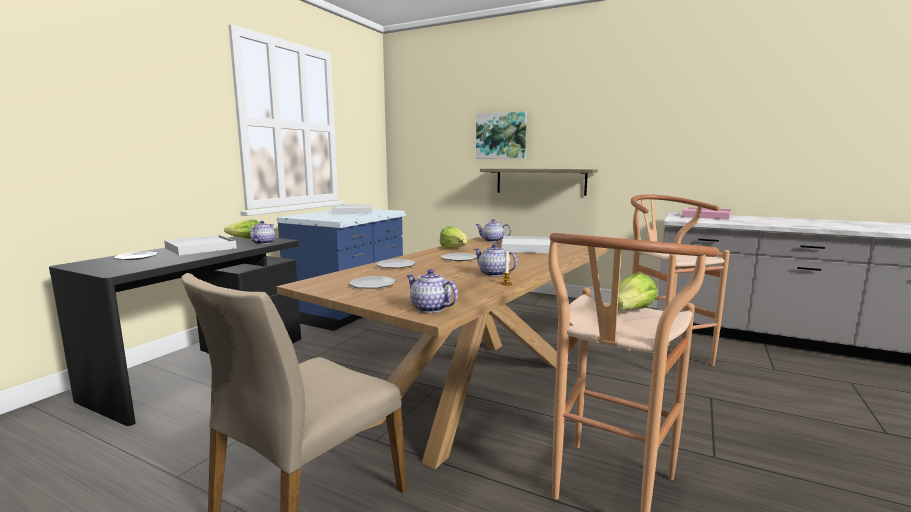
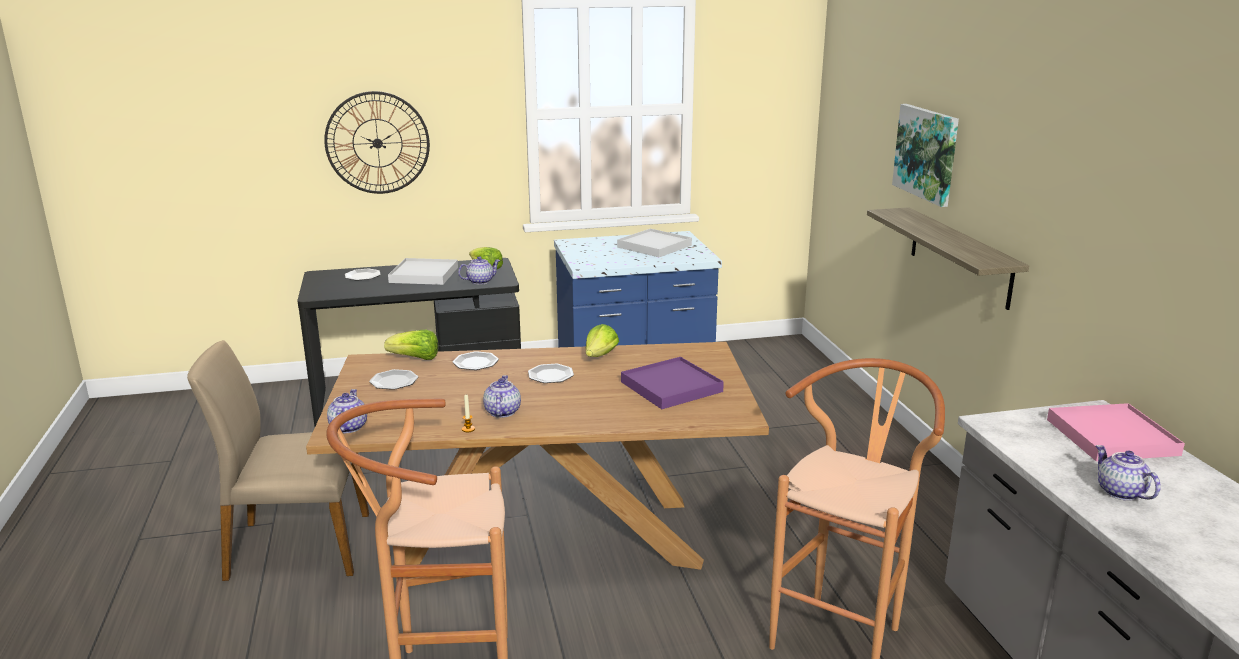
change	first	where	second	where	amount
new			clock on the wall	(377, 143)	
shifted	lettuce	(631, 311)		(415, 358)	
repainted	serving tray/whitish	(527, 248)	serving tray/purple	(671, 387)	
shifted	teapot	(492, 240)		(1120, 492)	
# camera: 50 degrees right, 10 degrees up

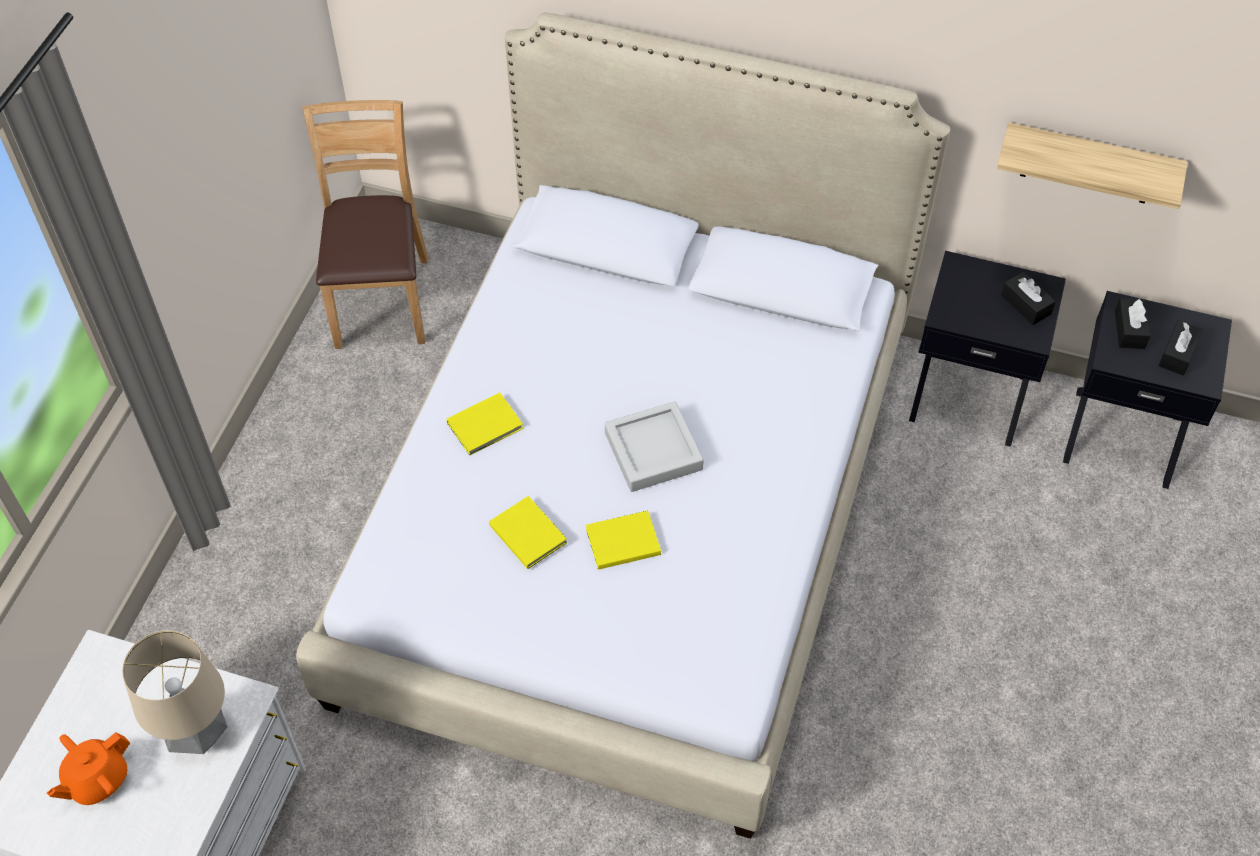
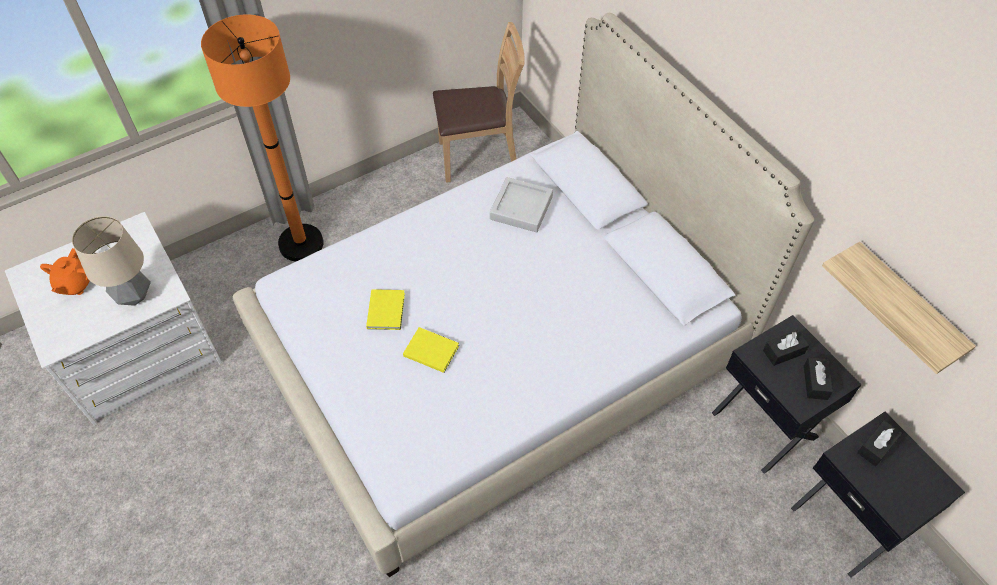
change	first	where	second	where	amount
rotated	teapot/orange	(97, 780)		(75, 284)	75 degrees counterclockwise
new			standard lamp/orange	(301, 244)	
rotated	upright chair/brown-coloured	(381, 301)		(479, 157)	45 degrees clockwise
shifted	serving tray/grey	(653, 451)		(521, 208)	
shifted	tissue box/blackish	(1177, 354)		(783, 352)	
gone	bound book/yellow	(487, 425)			
# camera: 40 degrees right, 0 degrees up

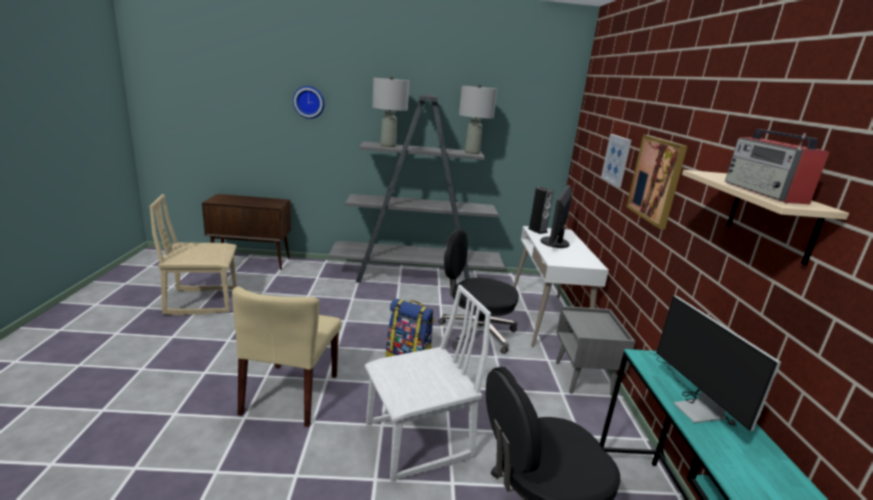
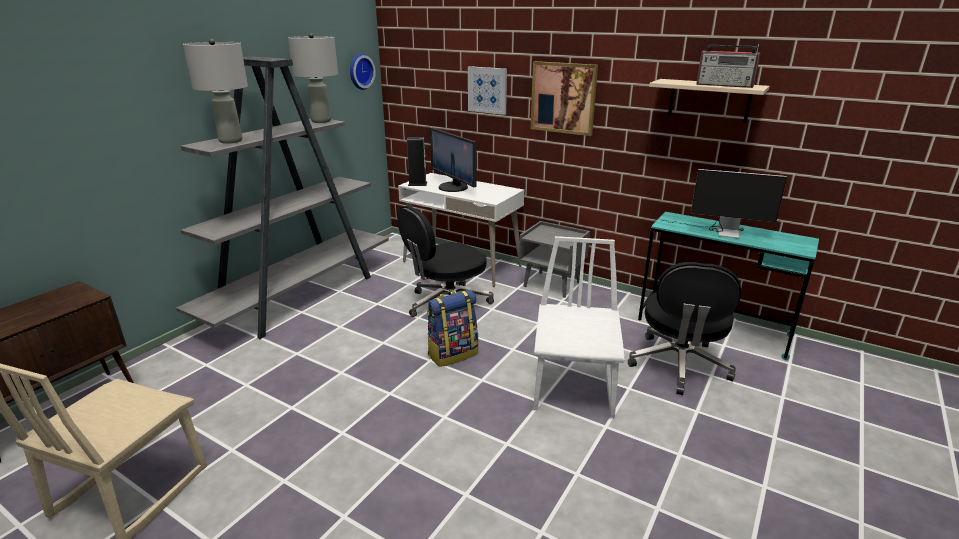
change	first	where	second	where	amount
shifted	clock on the wall	(309, 102)		(360, 71)	
gone	upright chair/beige-coloured	(290, 394)			
# camera: 55 degrees left, 5 degrees up

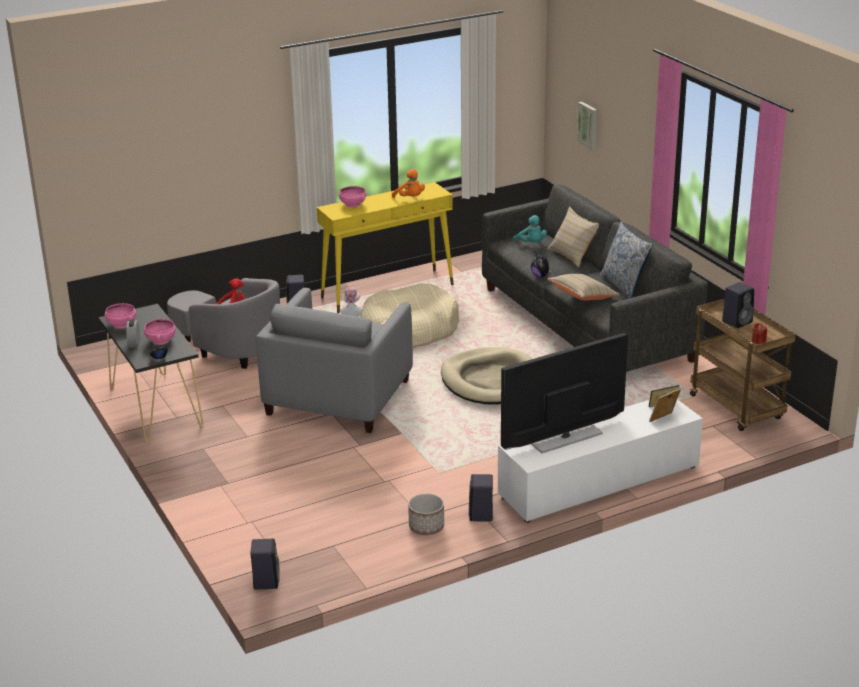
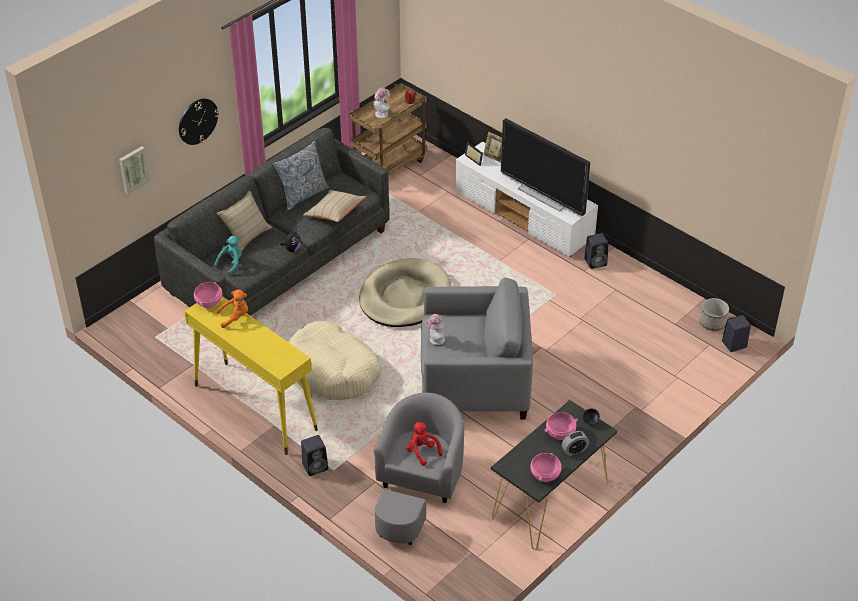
change	first	where	second	where	amount
new			clock on the wall	(197, 121)	
shifted	deep dish/pink	(352, 204)		(209, 302)	
rotated	soft toy/orange	(410, 198)		(235, 317)	45 degrees clockwise
swapped	audio speaker/blackish	(737, 321)	clothing hat	(382, 113)	
shifted	plant pot	(426, 527)		(712, 323)	
# camera: 110 degrees left, 15 degrees up

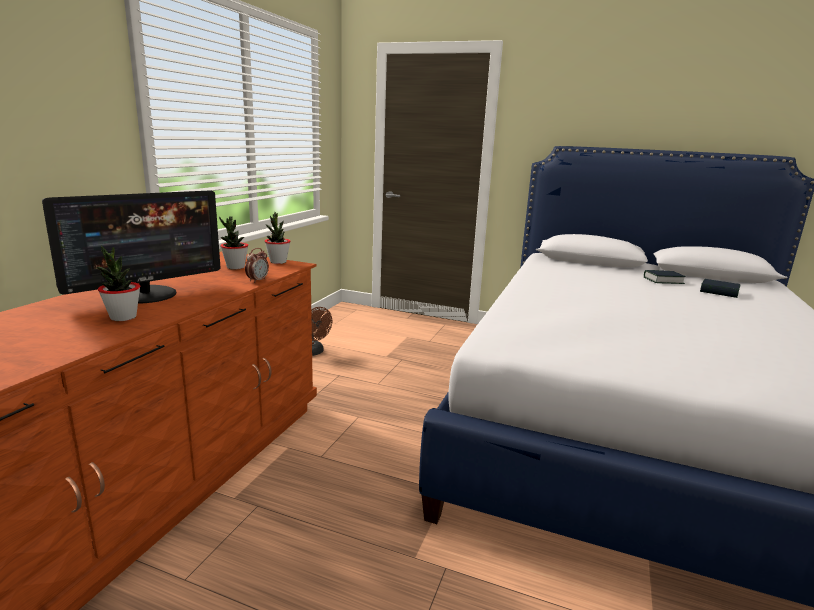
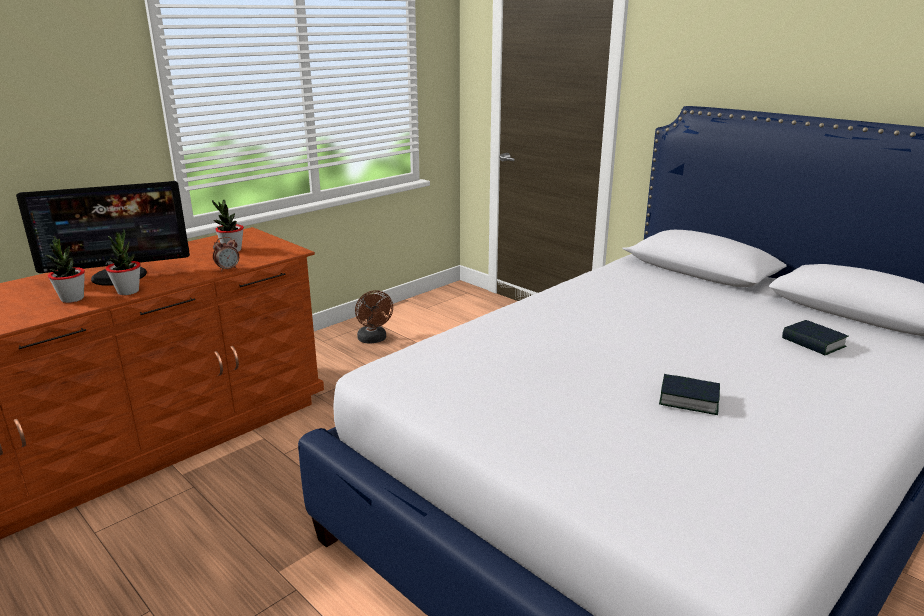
change	first	where	second	where	amount
shifted	potted plant	(278, 262)		(128, 291)	
shifted	bound book	(663, 280)		(688, 400)	
# camera: 25 degrees right, 5 degrees up

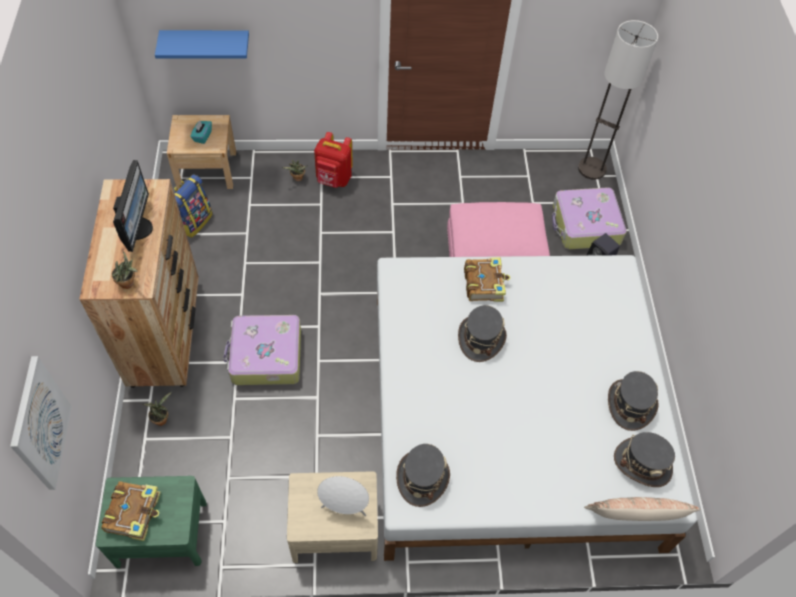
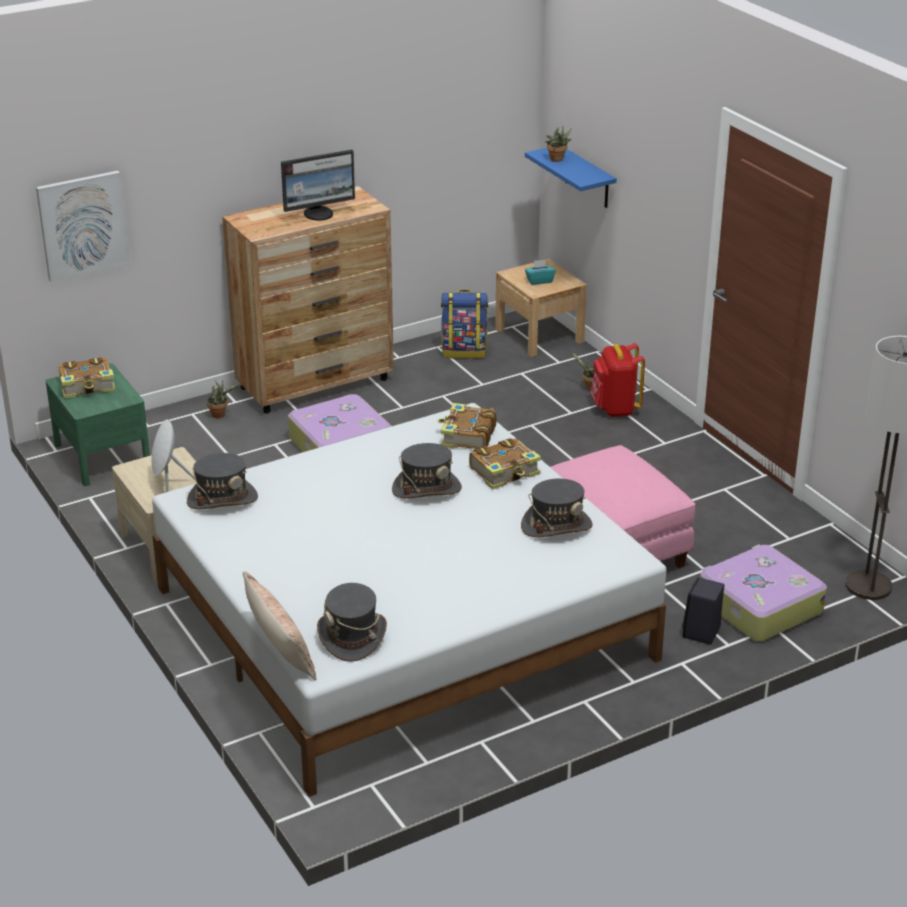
change	first	where	second	where	amount
new			bound book	(467, 436)	
shifted	clothing hat/grey	(629, 404)		(556, 526)	
shifted	potted plant	(129, 283)		(557, 160)	
# camera: 65 degrees right, 25 degrees down

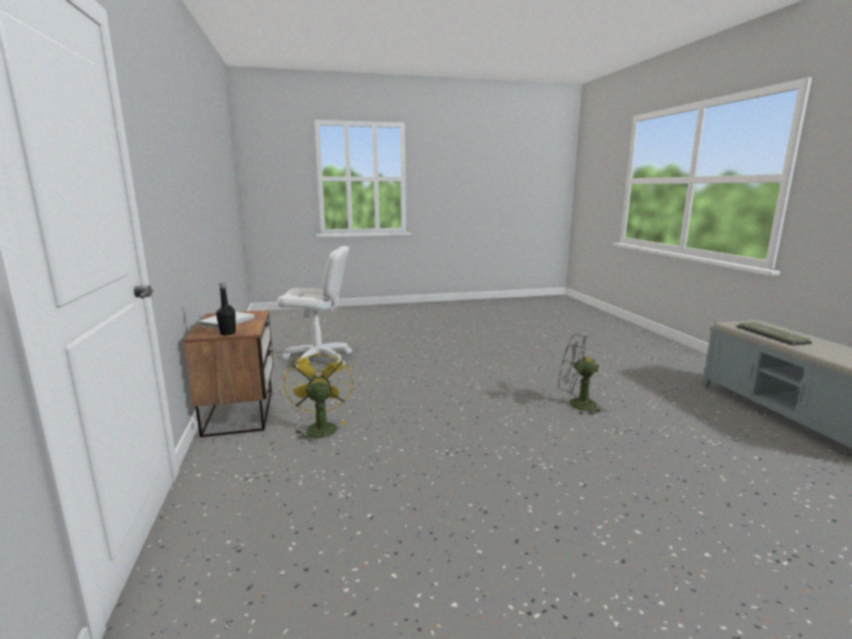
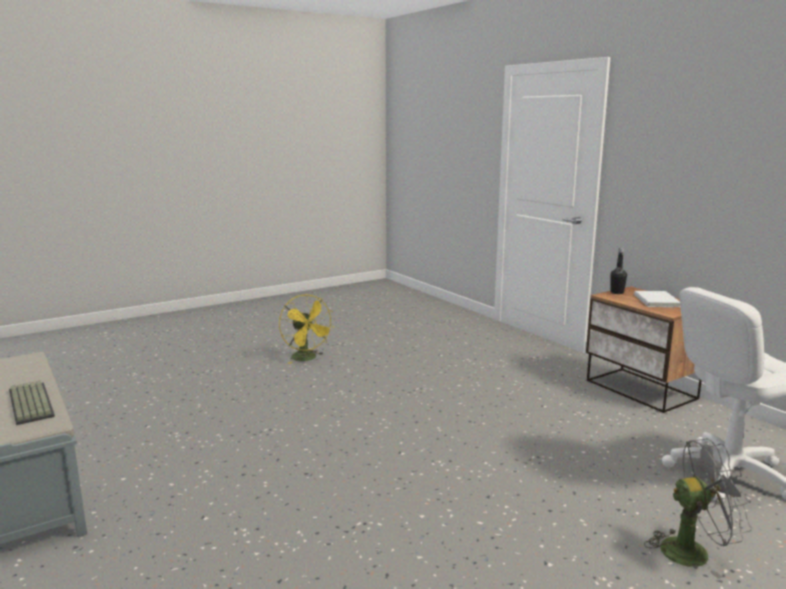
change	first	where	second	where	amount
shifted	fan/yellow	(320, 427)		(307, 358)	
shifted	fan/grey	(576, 404)		(693, 551)	
# camera: 160 degrees right, 0 degrees up

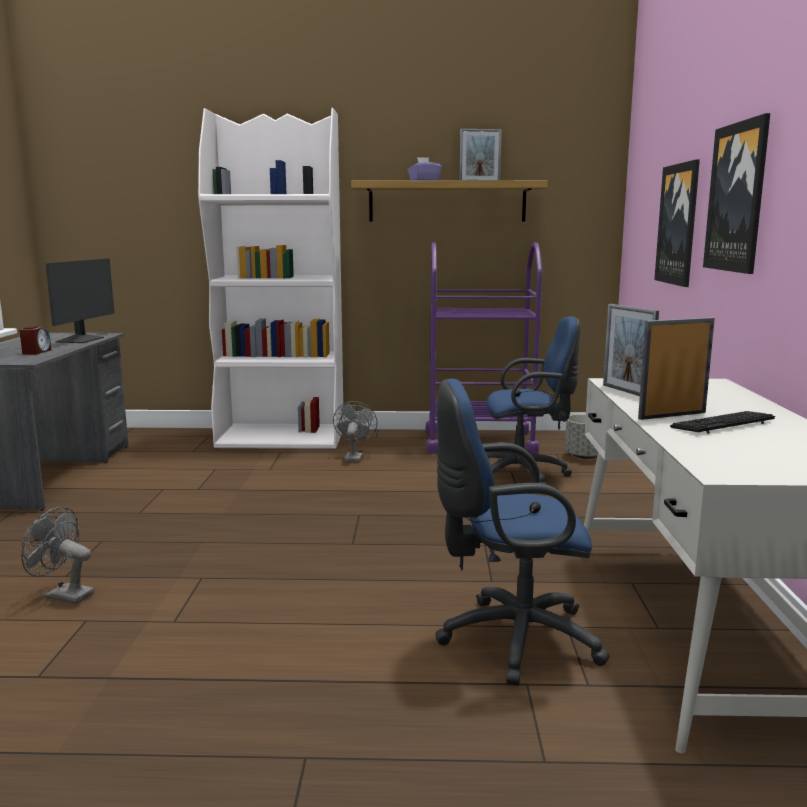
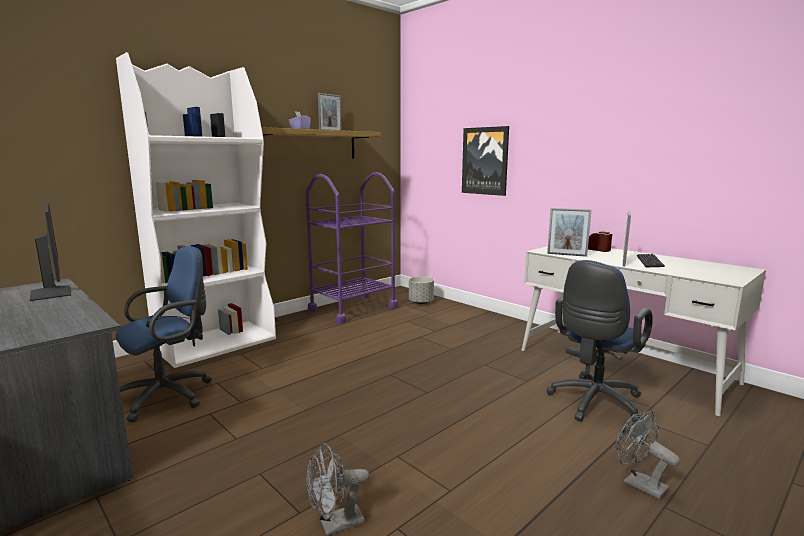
change	first	where	second	where	amount
shifted	computer chair/blue-coloured	(525, 475)		(169, 395)	
shifted	bedside clock	(36, 352)		(599, 250)	
shifted	fan/grey	(354, 457)		(638, 483)	
gone	wall picture	(737, 197)			
# camera: 45 degrees left, 0 degrees up

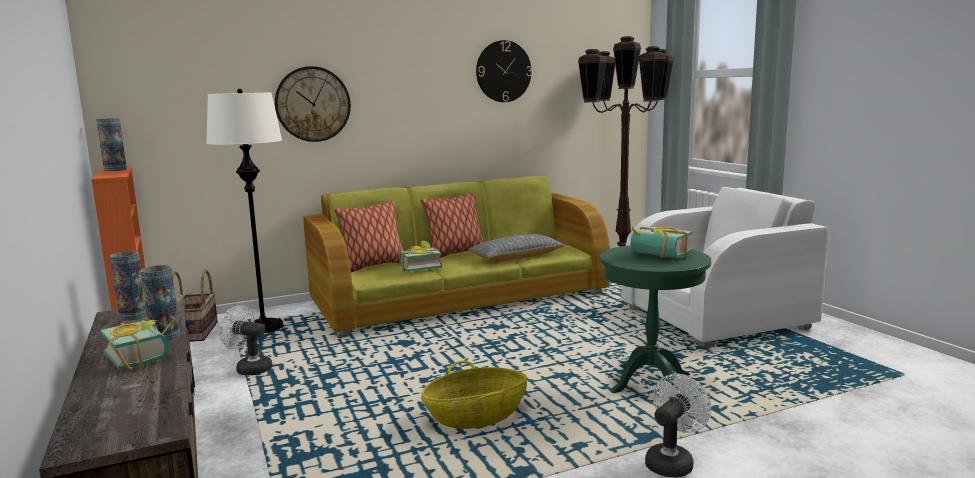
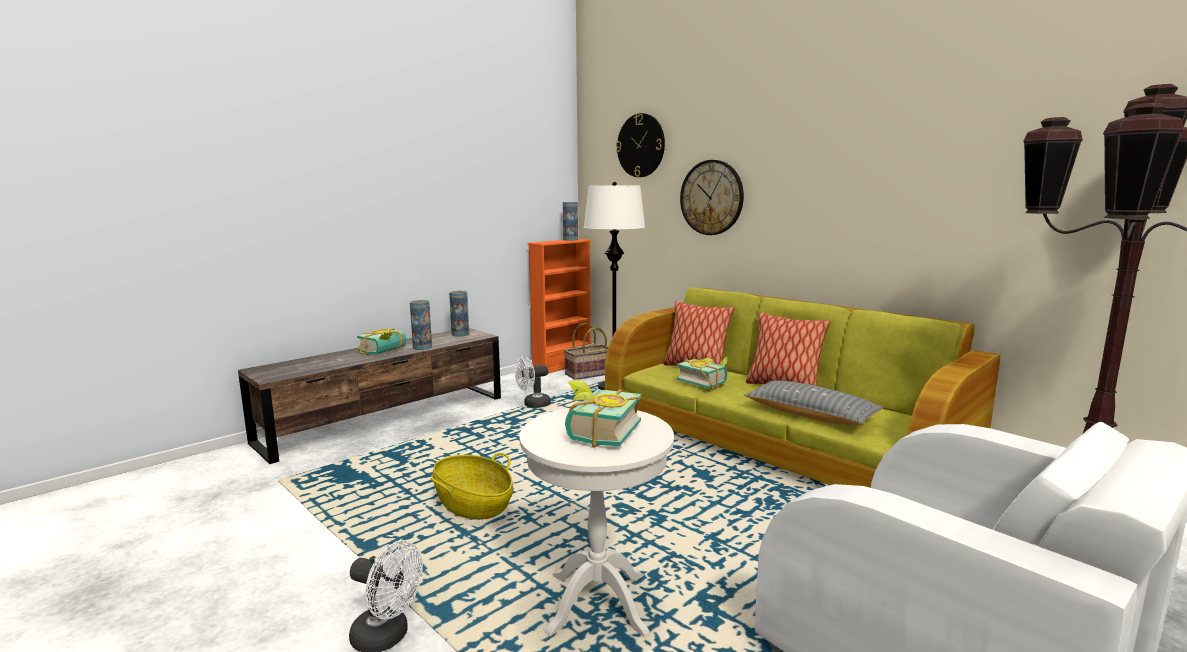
change	first	where	second	where	amount
rotated	fan/whitish	(249, 369)		(533, 405)	120 degrees counterclockwise
repainted	accent table/greenish	(650, 384)	accent table/whitish	(597, 604)	
shifted	clock on the wall	(503, 71)		(641, 145)	
# camera: 70 degrees right, 0 degrees up

